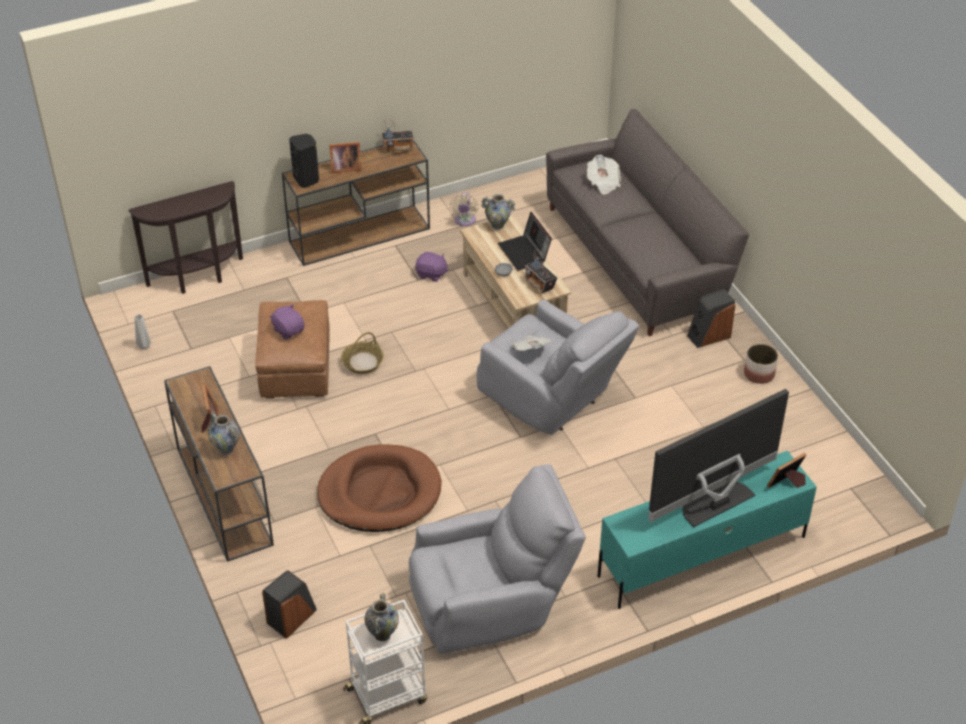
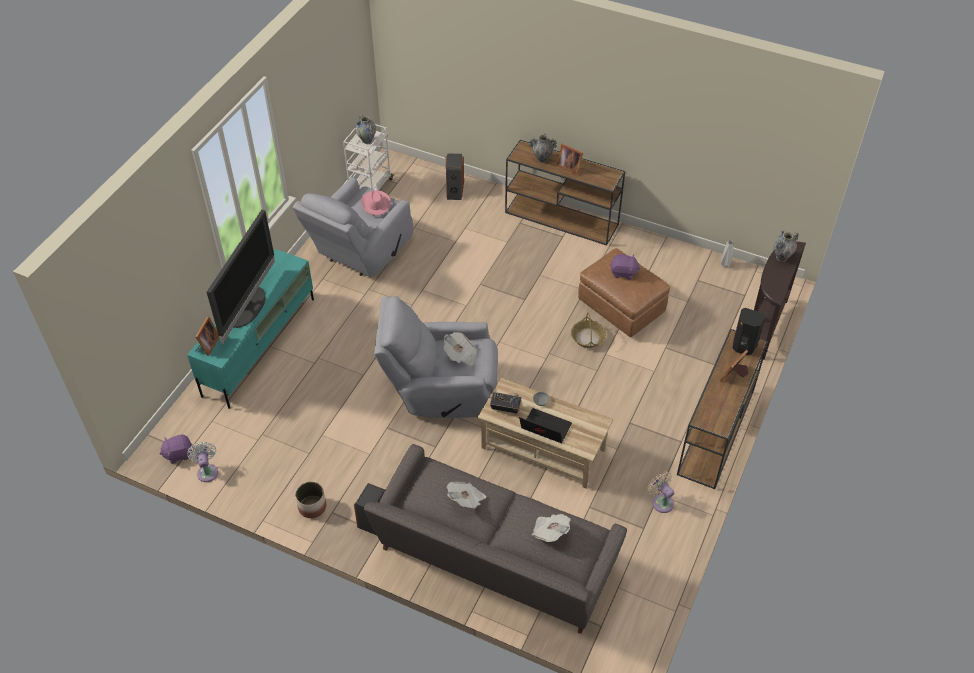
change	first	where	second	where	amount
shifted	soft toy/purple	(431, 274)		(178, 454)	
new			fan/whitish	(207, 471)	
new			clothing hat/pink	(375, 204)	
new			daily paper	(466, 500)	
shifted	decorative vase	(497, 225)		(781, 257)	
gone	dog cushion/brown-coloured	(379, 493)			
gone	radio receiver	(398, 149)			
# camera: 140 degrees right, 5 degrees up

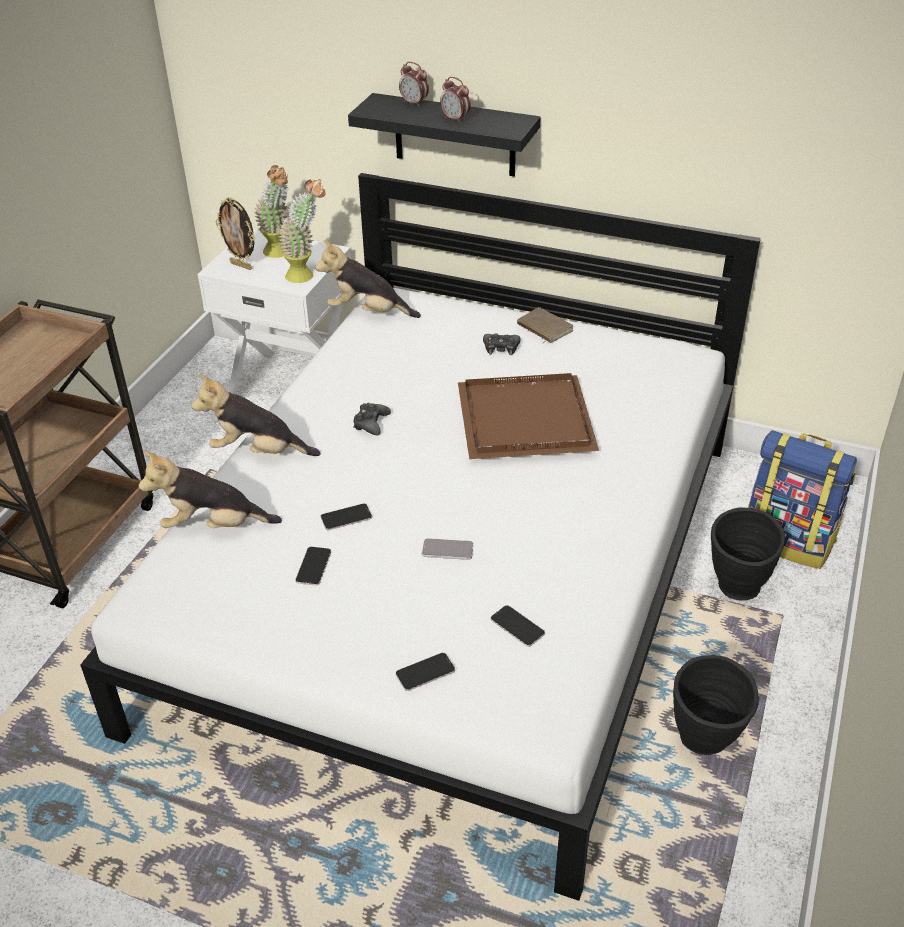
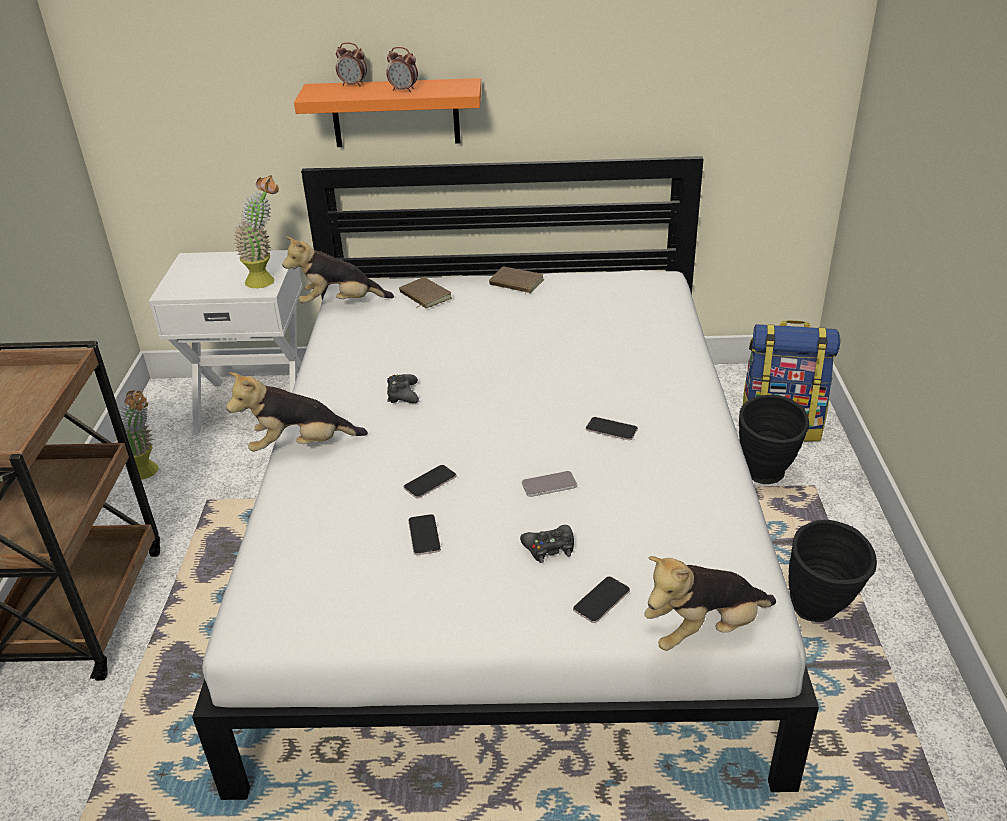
change	first	where	second	where	amount
shifted	potted plant	(280, 254)		(149, 473)	
repainted	wall shelf/blackish	(455, 135)	wall shelf/orange	(395, 113)	
new			bound book/brown-coloured	(424, 296)	
shifted	gamepad/blackish	(501, 348)		(549, 548)	
shifted	handset	(517, 626)		(611, 429)	
shifted	soft toy	(213, 526)		(704, 630)	
gone	photo frame	(242, 265)			
gone	serving tray/brown-coloured	(527, 418)			
# camera: 20 degrees left, 5 degrees down

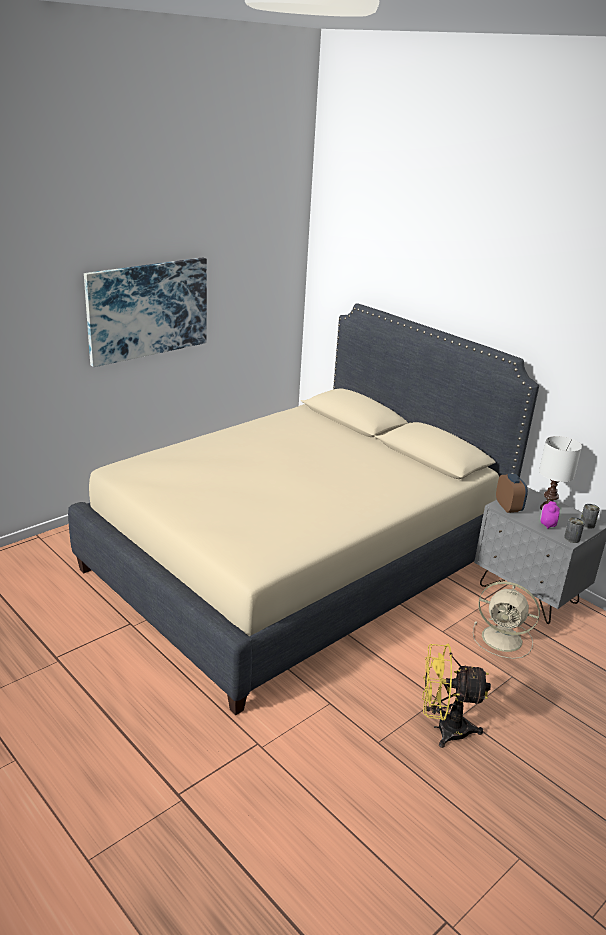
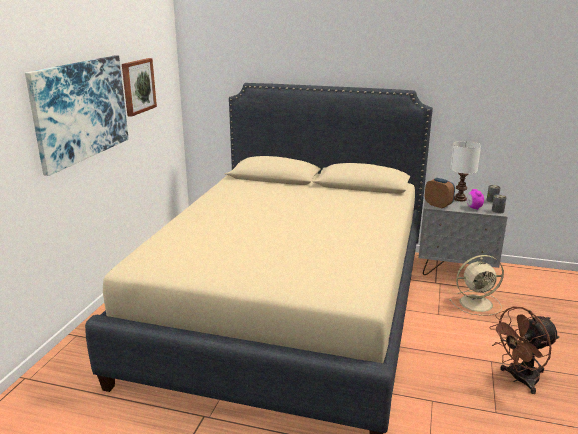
change	first	where	second	where	amount
new			wall picture	(138, 86)	
repainted	fan/yellow	(443, 728)	fan/brown-coloured	(519, 380)	
# camera: 30 degrees left, 5 degrees down

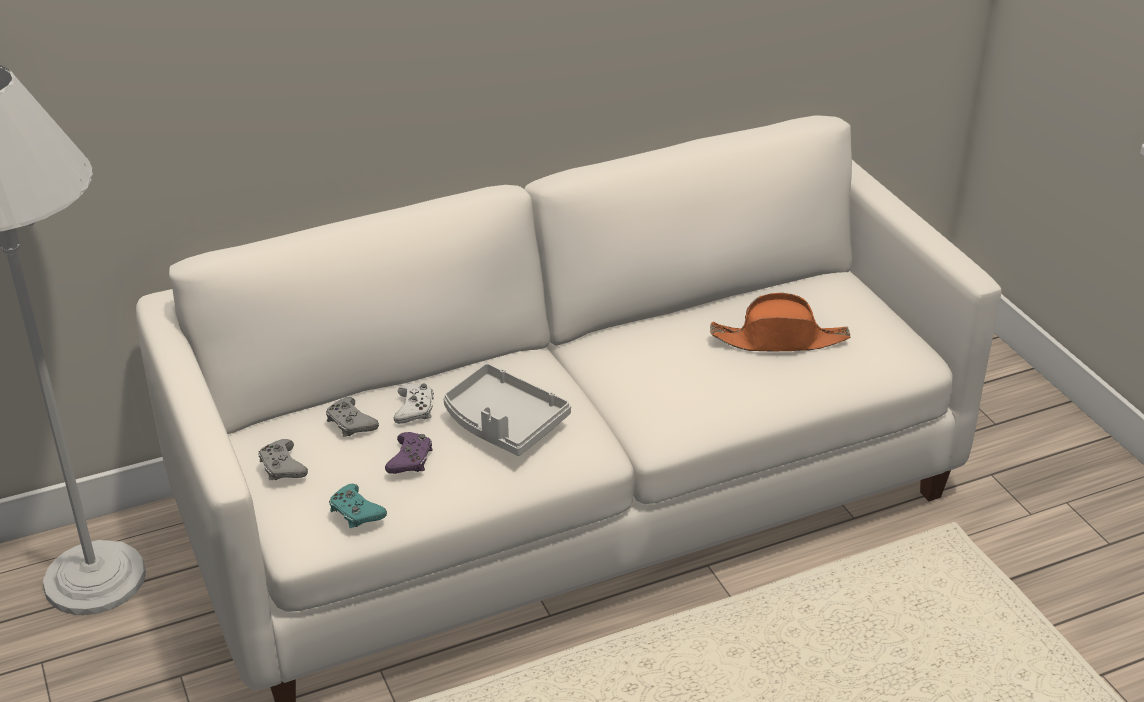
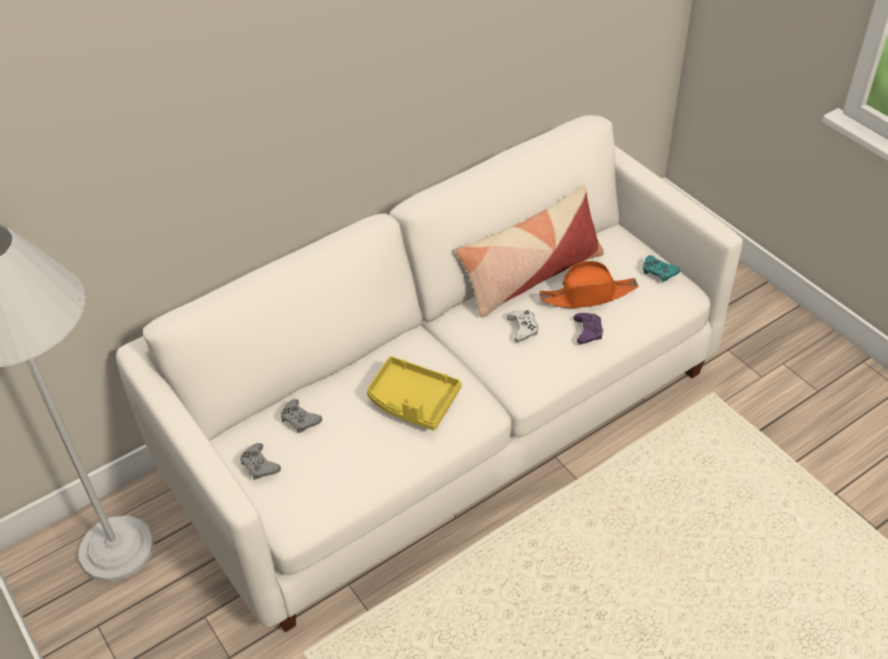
change	first	where	second	where	amount
repainted	serving tray/grey	(503, 423)	serving tray/yellow	(412, 401)	
new			pillow	(531, 276)	
shifted	gamepad/whitish	(414, 409)		(523, 328)	
shifted	gamepad/purple	(410, 459)		(588, 331)	
shifted	gamepad/turquoise-coloured	(356, 512)		(658, 272)	
# camera: 10 degrees left, 10 degrees up

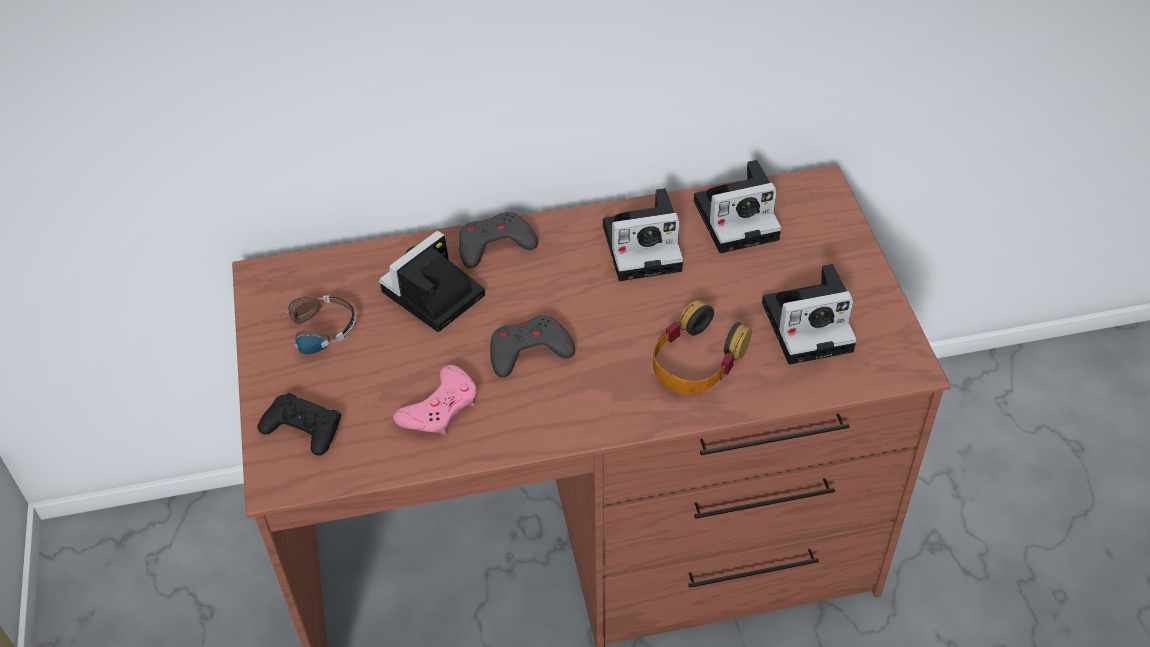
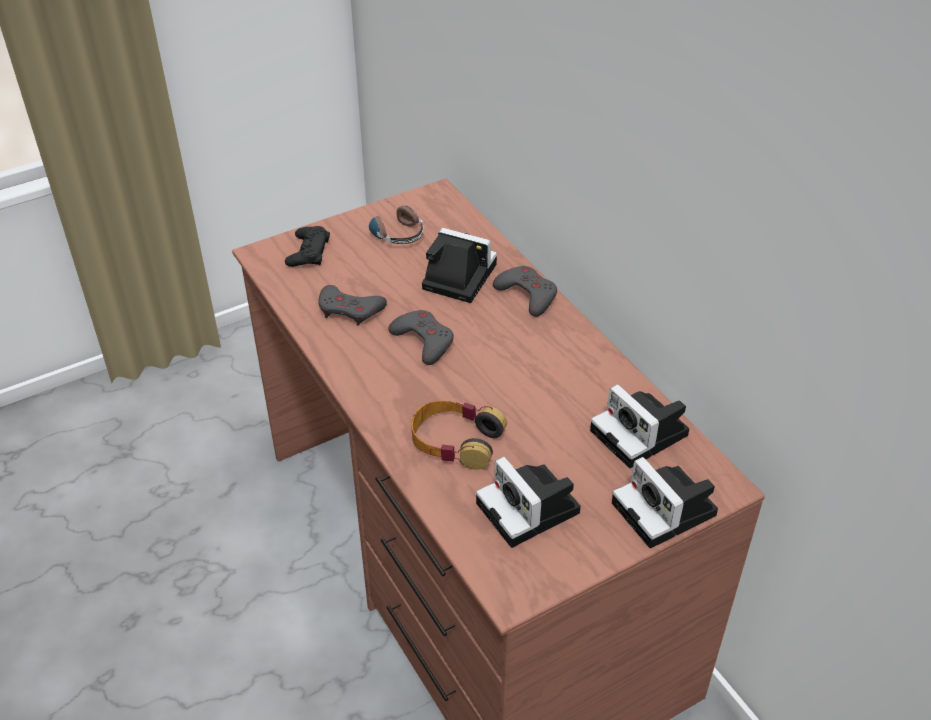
change	first	where	second	where	amount
repainted	gamepad/pink	(440, 407)	gamepad/grey	(350, 309)	
shifted	still camera	(645, 246)		(667, 511)	
# camera: 70 degrees right, 5 degrees down

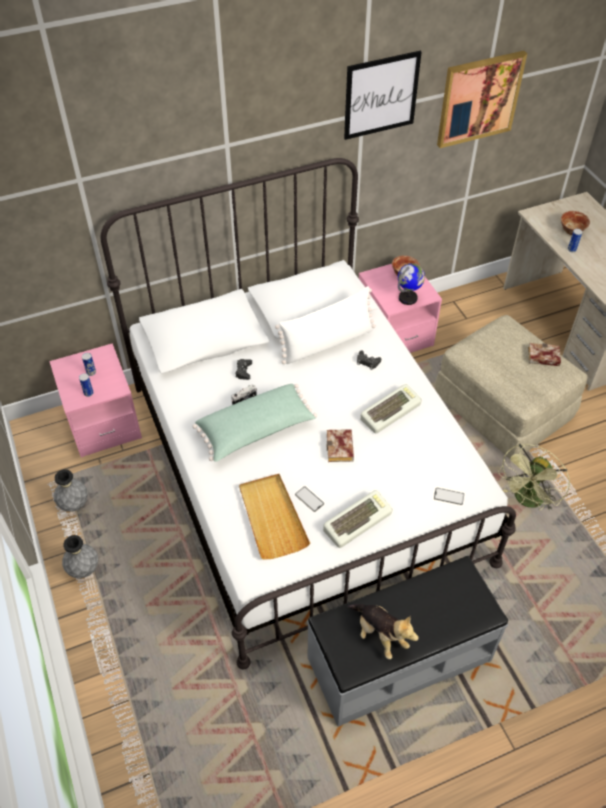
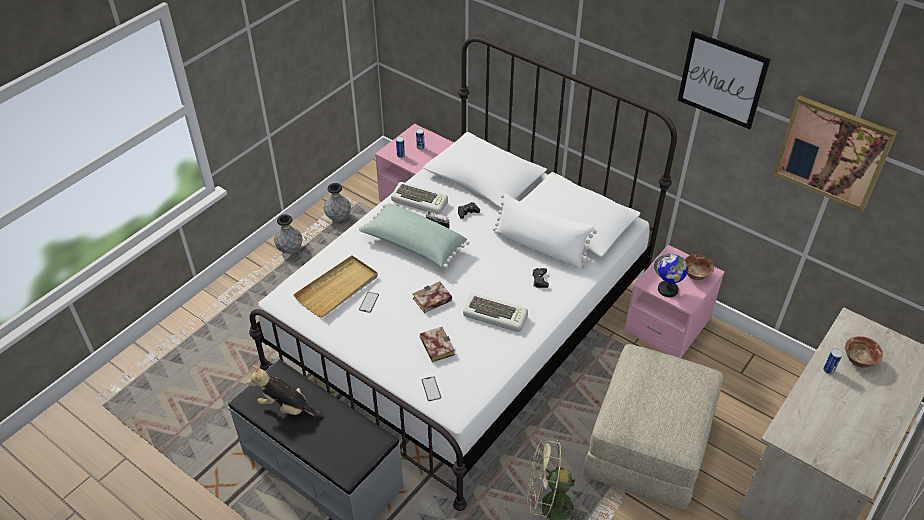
change	first	where	second	where	amount
rotated	soft toy	(380, 635)		(287, 407)	90 degrees clockwise
shifted	PC keyboard	(357, 520)		(420, 201)	
shifted	bound book	(542, 357)		(435, 346)	
# camera: 60 degrees right, 5 degrees down

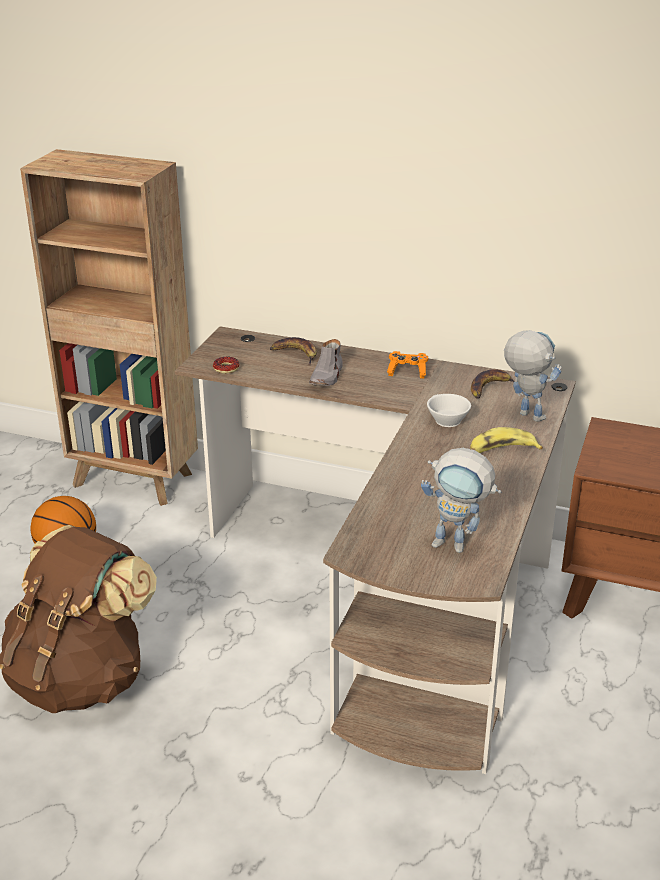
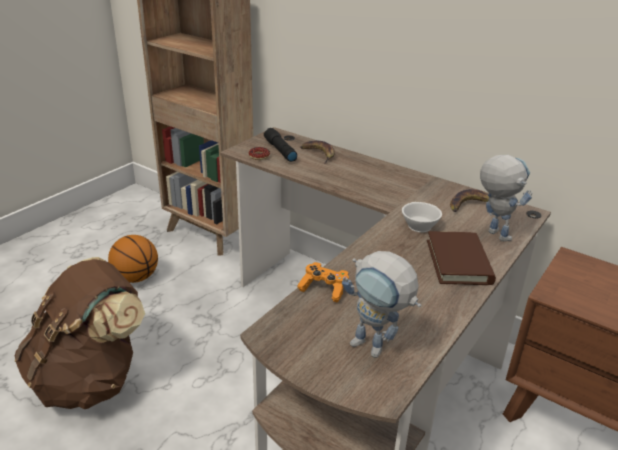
change	first	where	second	where	amount
new			flashlight/blackish	(279, 150)	
shifted	gamepad/orange	(407, 371)		(324, 289)	
swapped	banana fruit	(502, 450)	bound book/brown-coloured	(458, 262)	
gone	low shoe/grey	(327, 376)			
# camera: 15 degrees right, 0 degrees up

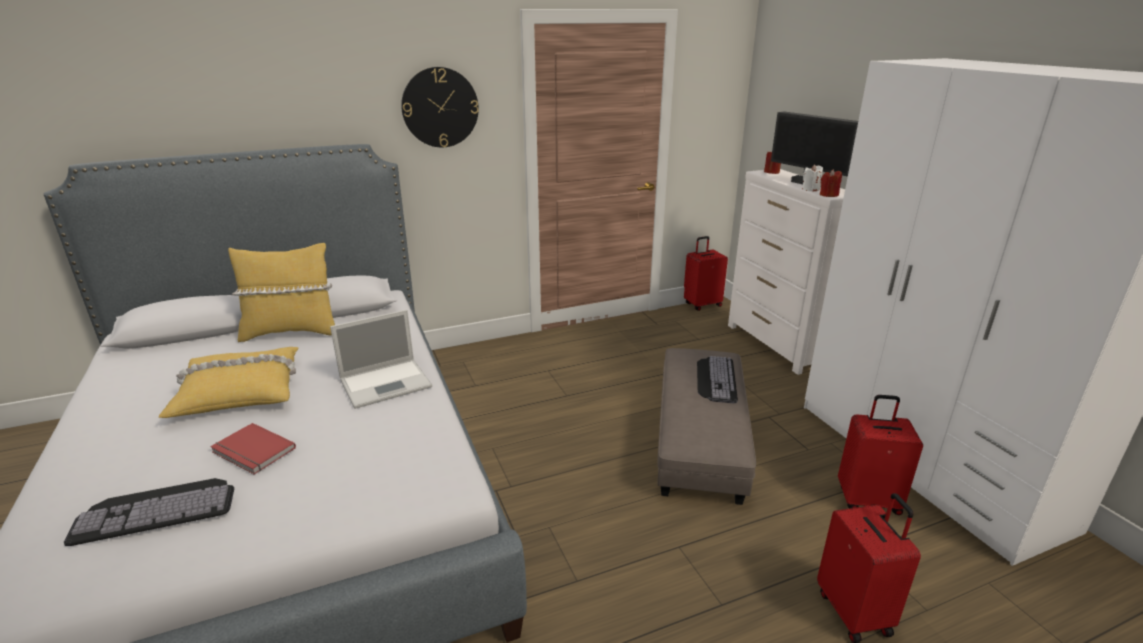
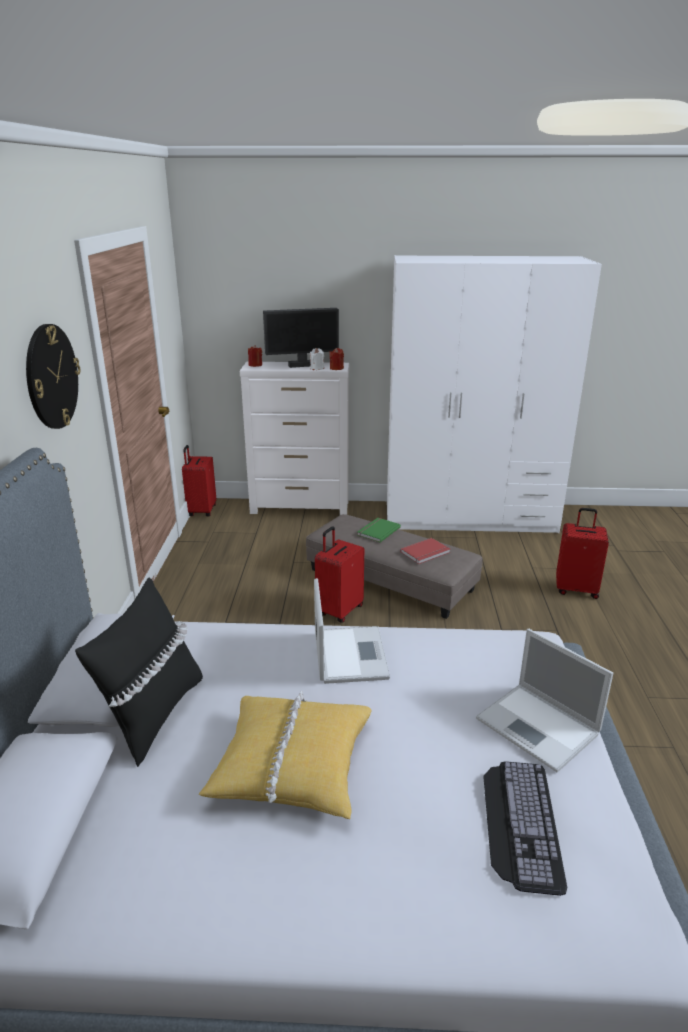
change	first	where	second	where	amount
repainted	pillow/yellow	(291, 332)	pillow/blackish	(153, 715)	
shifted	suitcase/reddish	(868, 499)		(339, 610)	
swapped	PC keyboard	(715, 378)	bound book/greenish	(377, 531)	
shifted	bound book/reddish	(252, 451)		(426, 553)	
new			portable computer	(539, 727)	
# camera: 65 degrees left, 0 degrees up

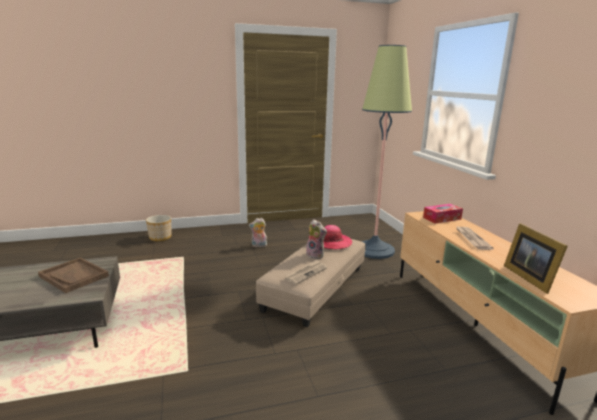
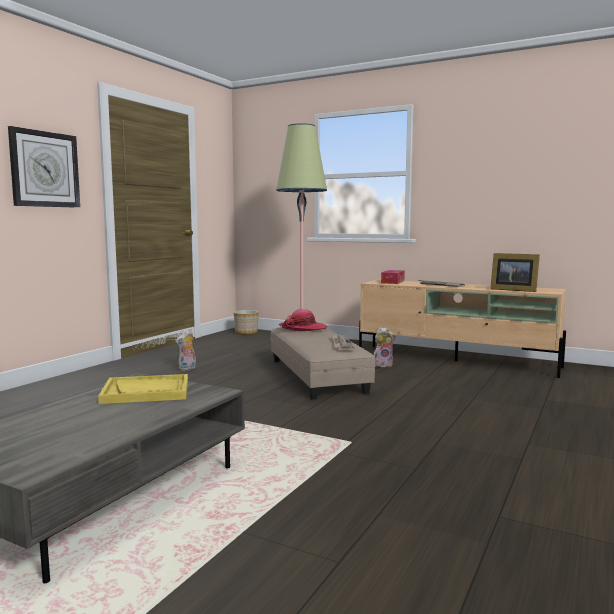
change	first	where	second	where	amount
new			clock on the wall	(44, 169)	
repainted	serving tray/brown-coloured	(74, 276)	serving tray/yellow	(146, 391)	
shifted	plant pot	(160, 237)		(246, 332)	
shifted	soft toy	(316, 255)		(383, 365)	
# camera: 45 degrees left, 10 degrees down

